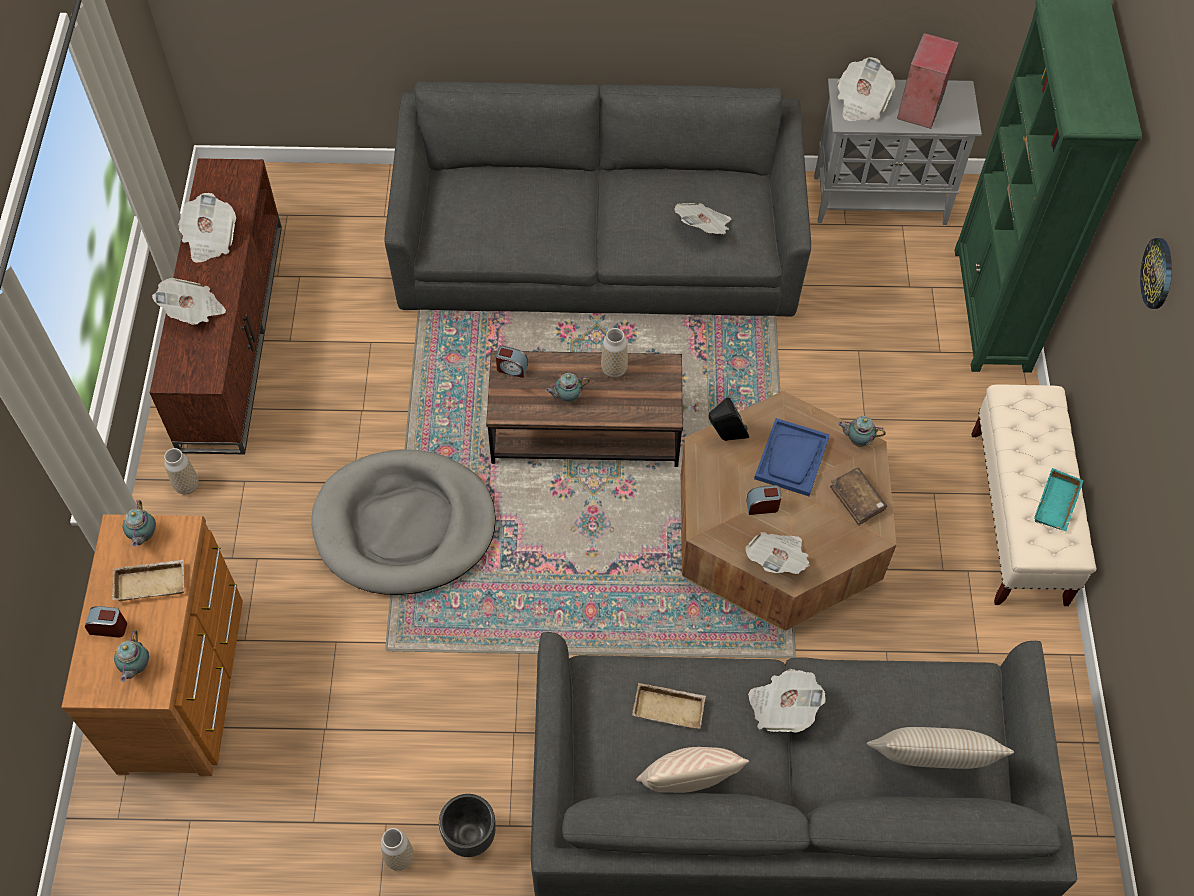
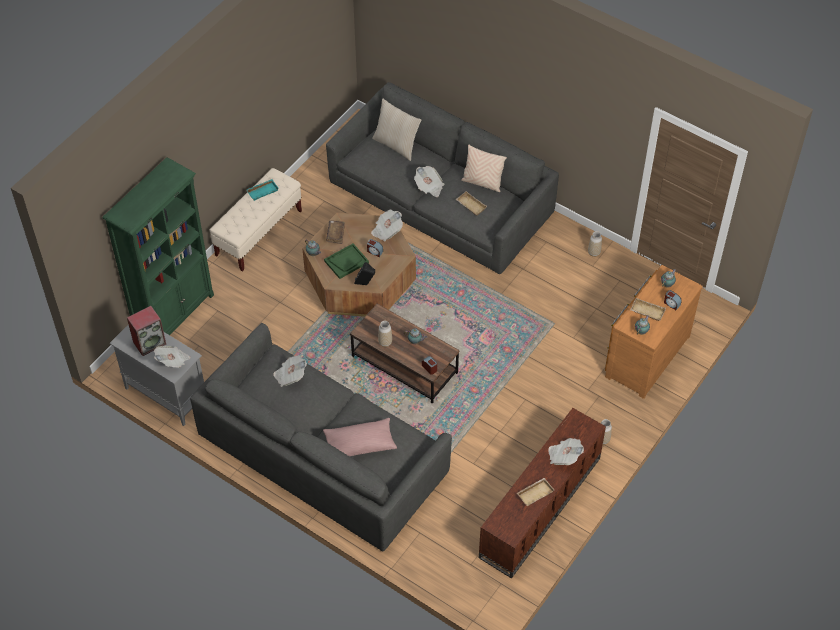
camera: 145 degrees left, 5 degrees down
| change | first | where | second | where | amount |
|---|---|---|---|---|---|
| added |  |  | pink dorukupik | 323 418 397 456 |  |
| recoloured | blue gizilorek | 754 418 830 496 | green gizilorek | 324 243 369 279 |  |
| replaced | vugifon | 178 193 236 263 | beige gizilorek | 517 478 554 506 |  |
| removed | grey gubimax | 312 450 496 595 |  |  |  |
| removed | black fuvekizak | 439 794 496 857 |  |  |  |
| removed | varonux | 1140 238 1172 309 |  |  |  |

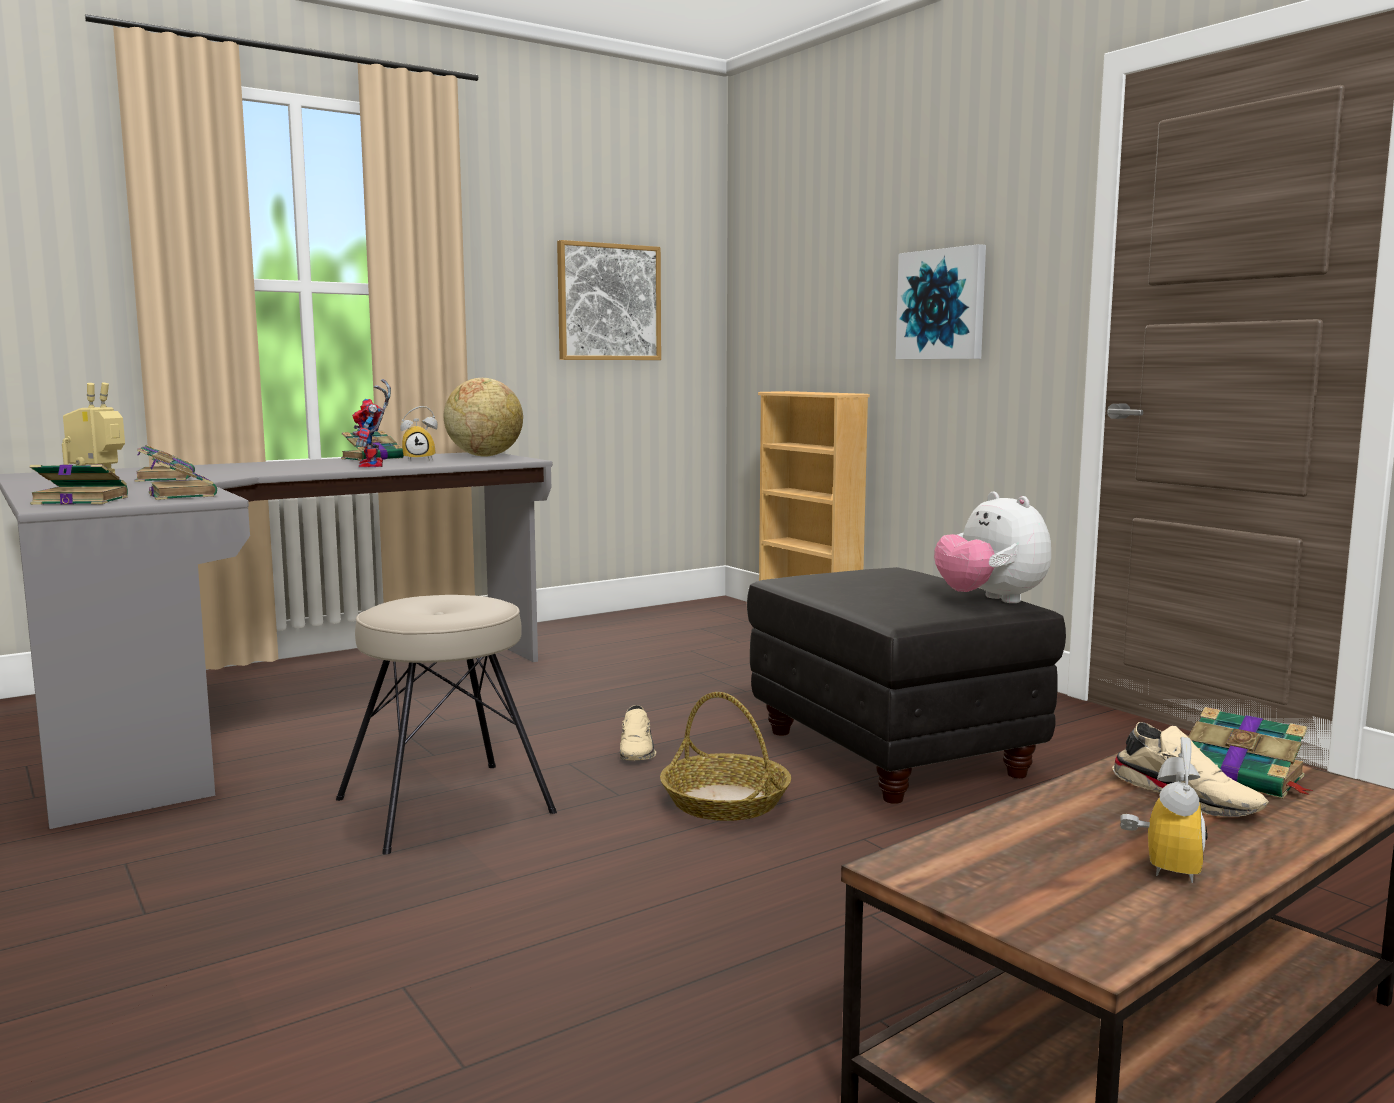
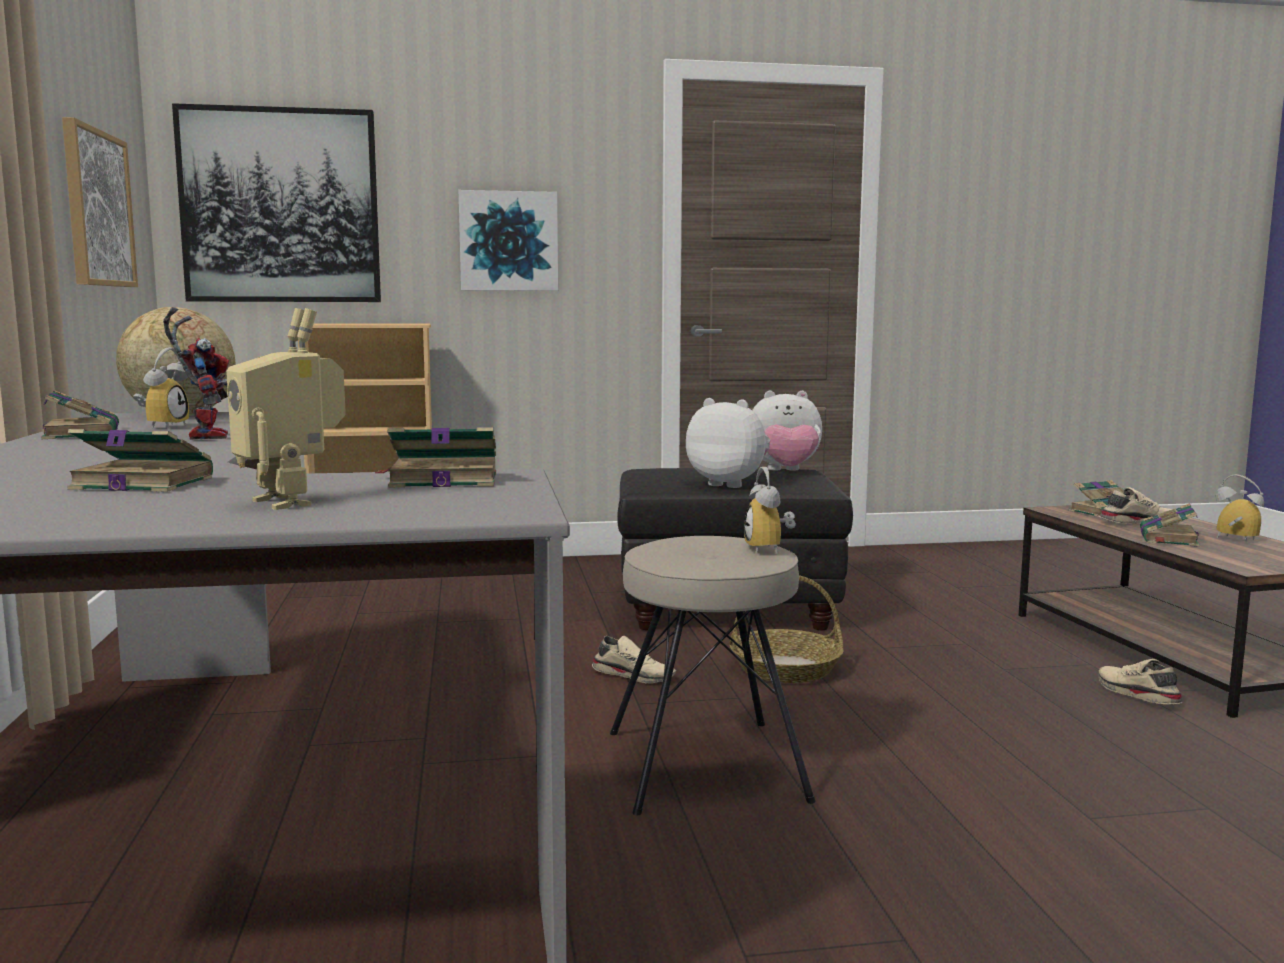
camera: 65 degrees left, 0 degrees up
| change | first | where | second | where | amount |
|---|---|---|---|---|---|
| turned | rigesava | 352 379 391 468 |  | 163 307 229 440 | 120 degrees counterclockwise |
| added |  |  | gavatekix | 172 103 381 302 |  |
| added |  |  | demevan | 686 398 770 488 |  |
| added |  |  | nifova | 744 467 796 554 |  |
| added |  |  | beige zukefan | 1098 659 1182 704 |  |
| moved | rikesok | 30 464 128 505 |  | 1140 503 1200 547 |  |

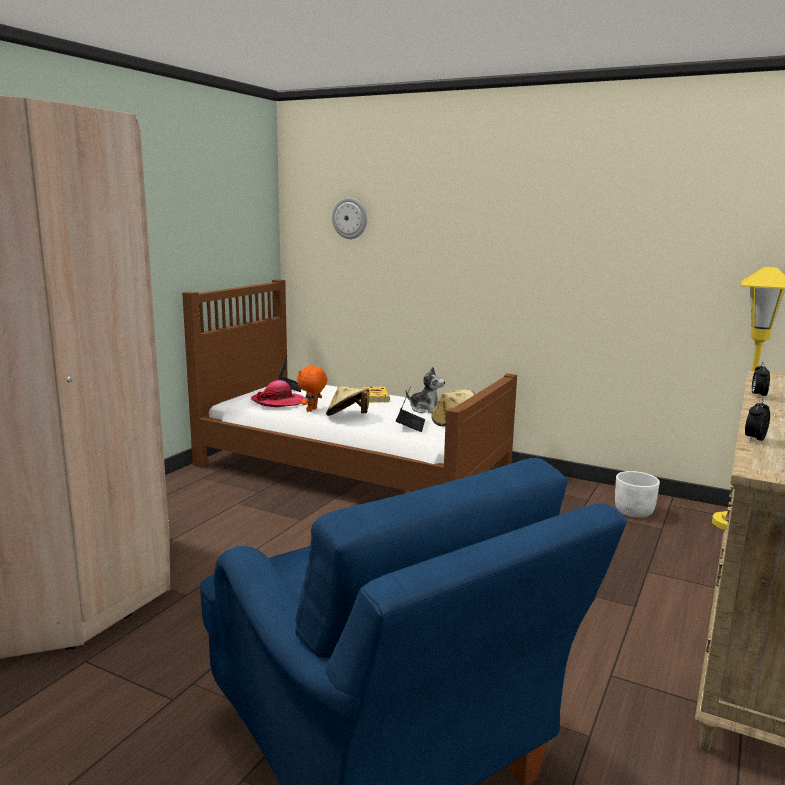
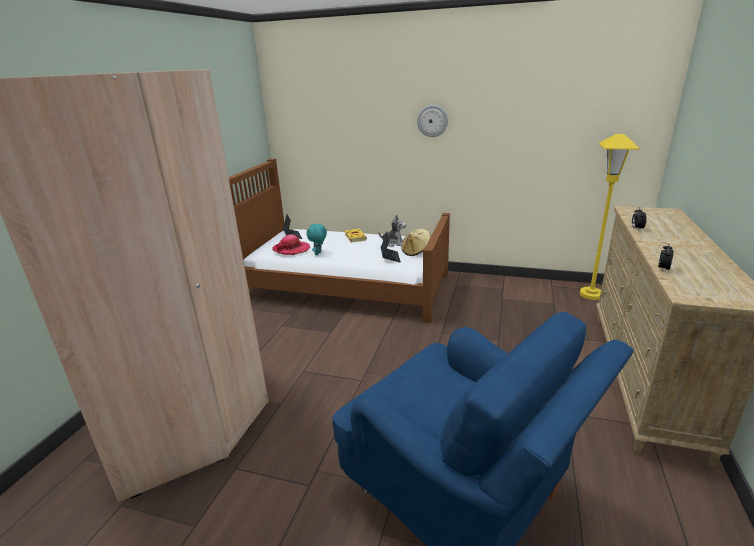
camera: 10 degrees left, 10 degrees up
| change | first | where | second | where | amount |
|---|---|---|---|---|---|
| recoloured | orange demevan | 297 366 327 412 | turquoise demevan | 306 223 327 255 |  |
| moved | varonux | 332 197 367 239 |  | 417 105 448 137 |  |
| removed | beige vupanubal | 326 386 369 416 |  |  |  |
| removed | white fuvekizak | 615 471 660 518 |  |  |  |

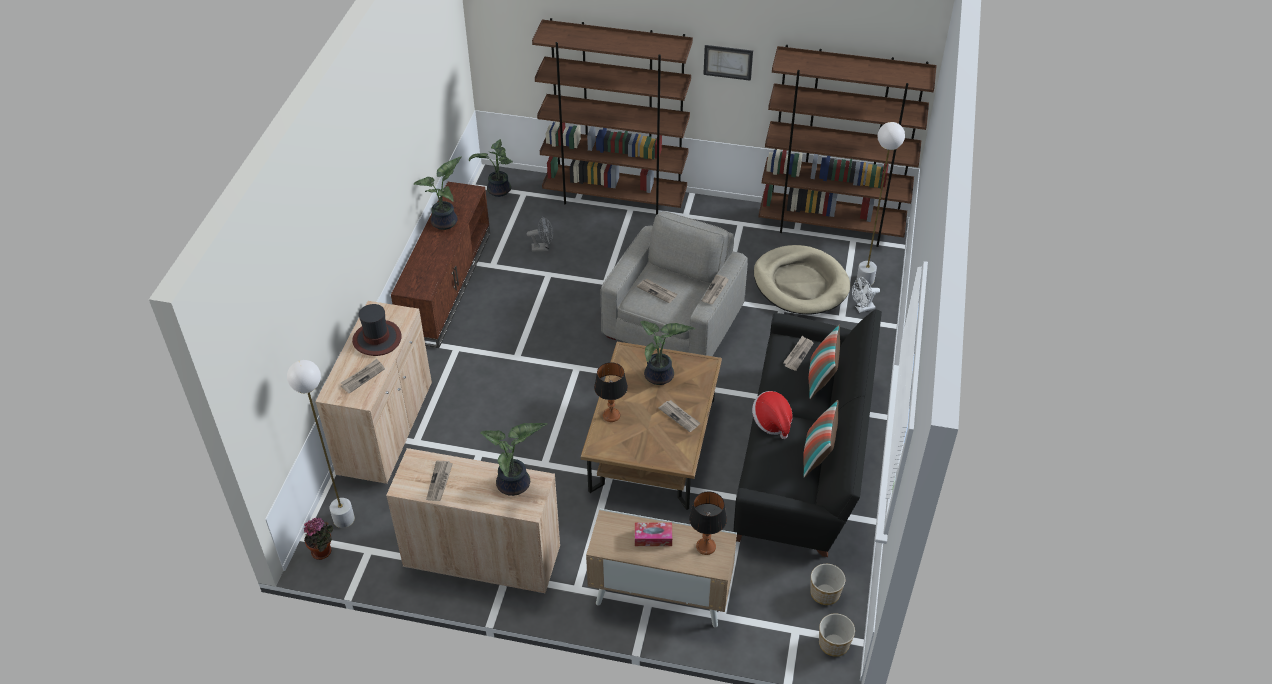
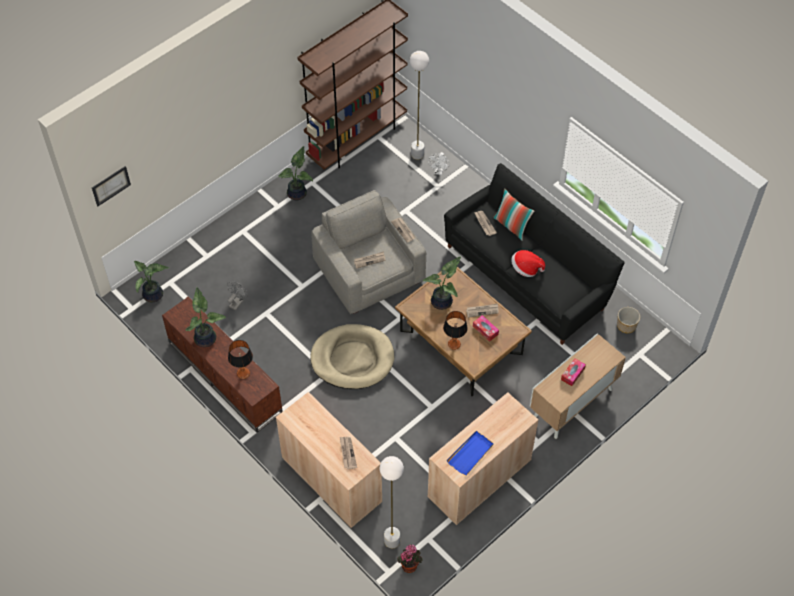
camera: 55 degrees left, 10 degrees up
| change | first | where | second | where | amount |
|---|---|---|---|---|---|
| moved | gavatekix | 703 45 753 81 |  | 92 166 131 206 |  |
| moved | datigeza | 689 491 727 555 |  | 228 340 253 379 |  |
| moved | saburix | 480 423 547 496 |  | 278 146 313 200 |  |
| moved | beige gubimax | 754 245 850 315 |  | 310 324 394 389 |  |
| replaced | vugifon | 426 460 453 501 | blue gizilorek | 446 431 494 476 |  |
| added |  |  | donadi | 473 315 499 342 |  |
| removed | vupanubal | 352 304 401 356 |  |  |  |
| removed | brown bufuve | 532 18 693 215 |  |  |  |
| removed | dorukupik | 803 400 838 478 |  |  |  |
| removed | fuvekizak | 819 613 855 657 |  |  |  |

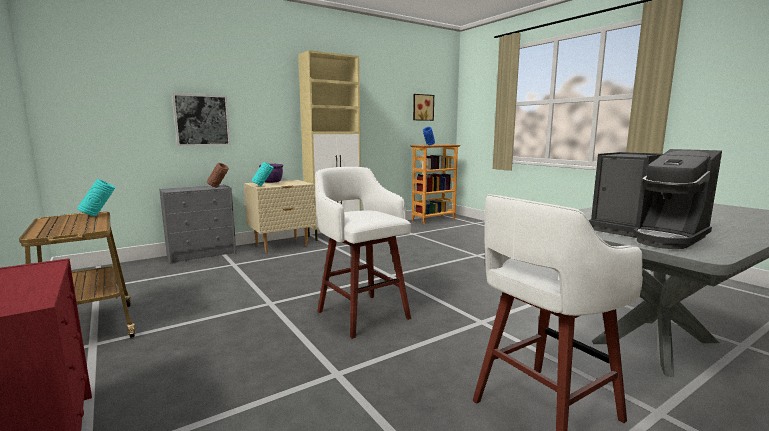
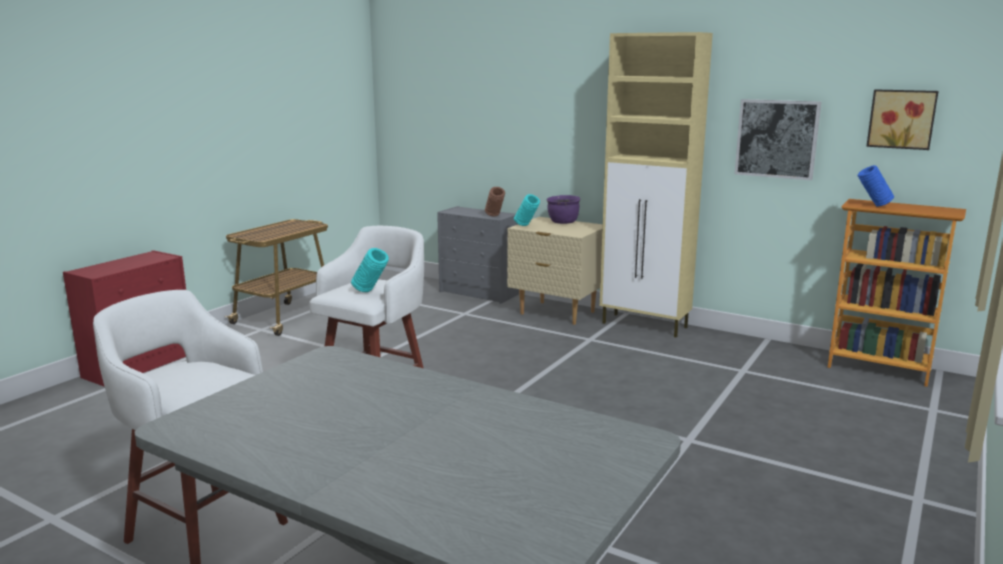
camera: 65 degrees right, 5 degrees up
| change | first | where | second | where | amount |
|---|---|---|---|---|---|
| moved | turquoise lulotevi | 77 179 115 217 |  | 351 248 389 292 |  |
| moved | gavatekix | 172 93 230 146 |  | 735 99 821 180 |  |
| removed | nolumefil | 589 149 722 249 |  |  |  |

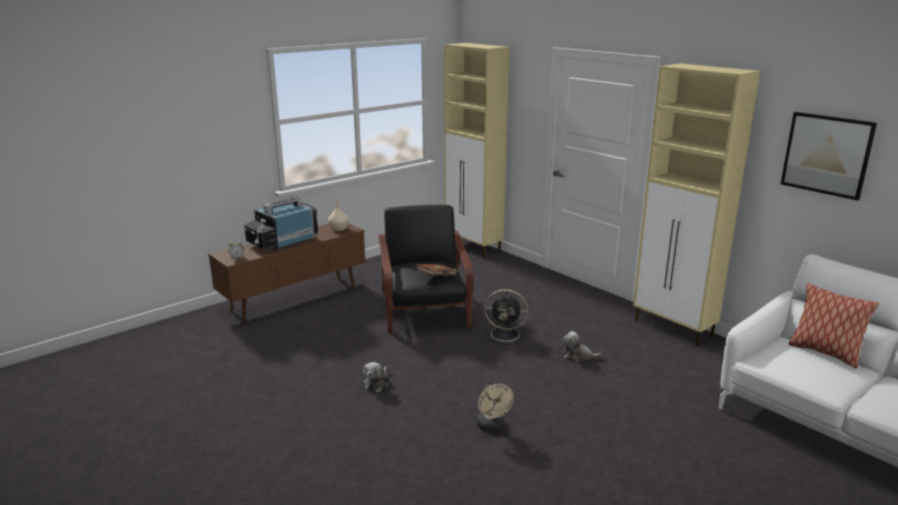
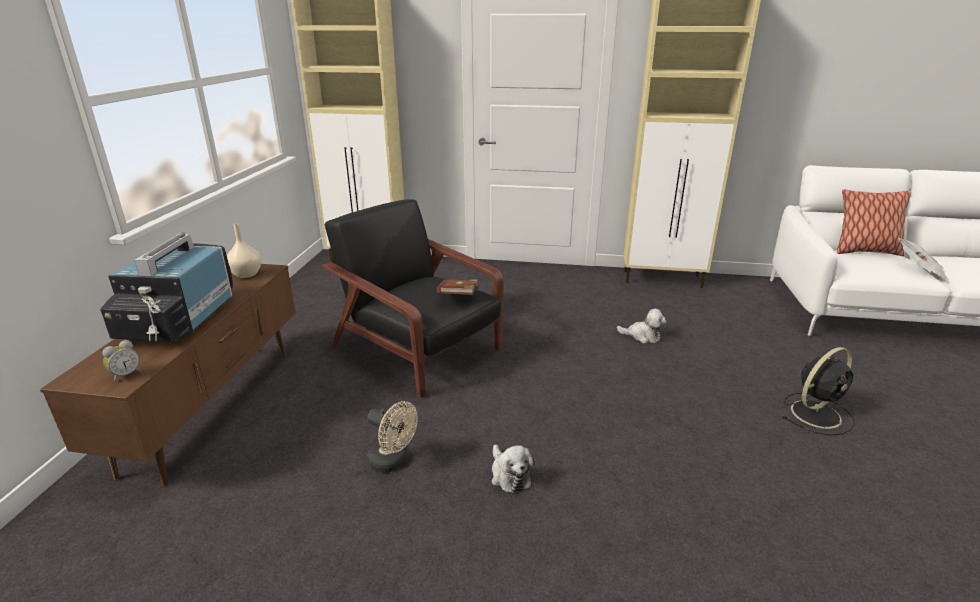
camera: 40 degrees left, 5 degrees up
| change | first | where | second | where | amount |
|---|---|---|---|---|---|
| moved | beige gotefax | 476 383 514 432 |  | 367 401 418 473 |  |
| turned | demevan | 563 331 602 362 |  | 617 309 667 344 | 135 degrees counterclockwise |
| moved | black gotefax | 484 289 528 345 |  | 782 347 855 435 |  |
| added |  |  | vugifon | 898 238 948 280 |  |
| removed | gavatekix | 781 112 877 201 |  |  |  |

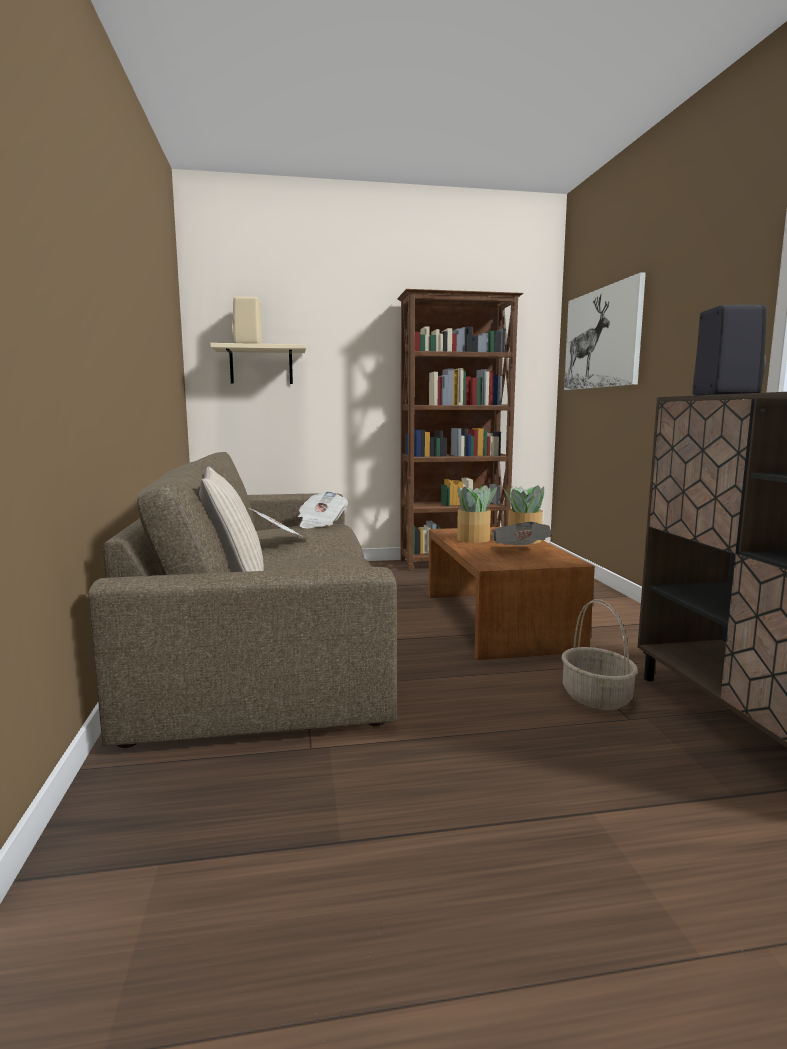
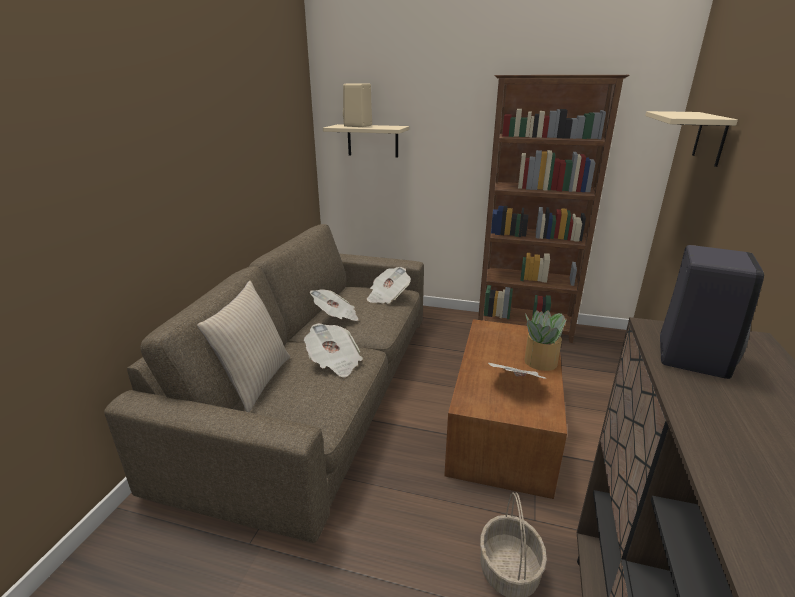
camera: 25 degrees right, 15 degrees up
| change | first | where | second | where | amount |
|---|---|---|---|---|---|
| added |  |  | vugifon | 304 323 363 377 |  |
| replaced | gavatekix | 564 272 646 390 | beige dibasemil | 645 111 738 167 |  |
| removed | saburix | 457 485 497 543 |  |  |  |

